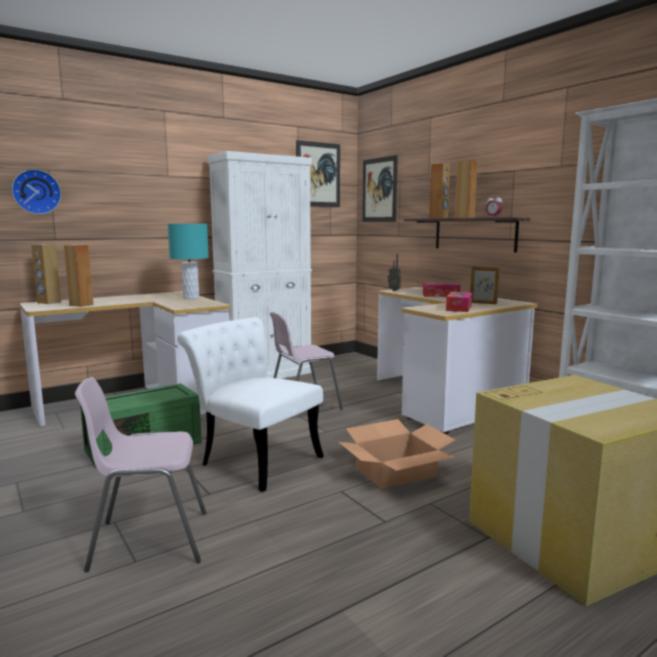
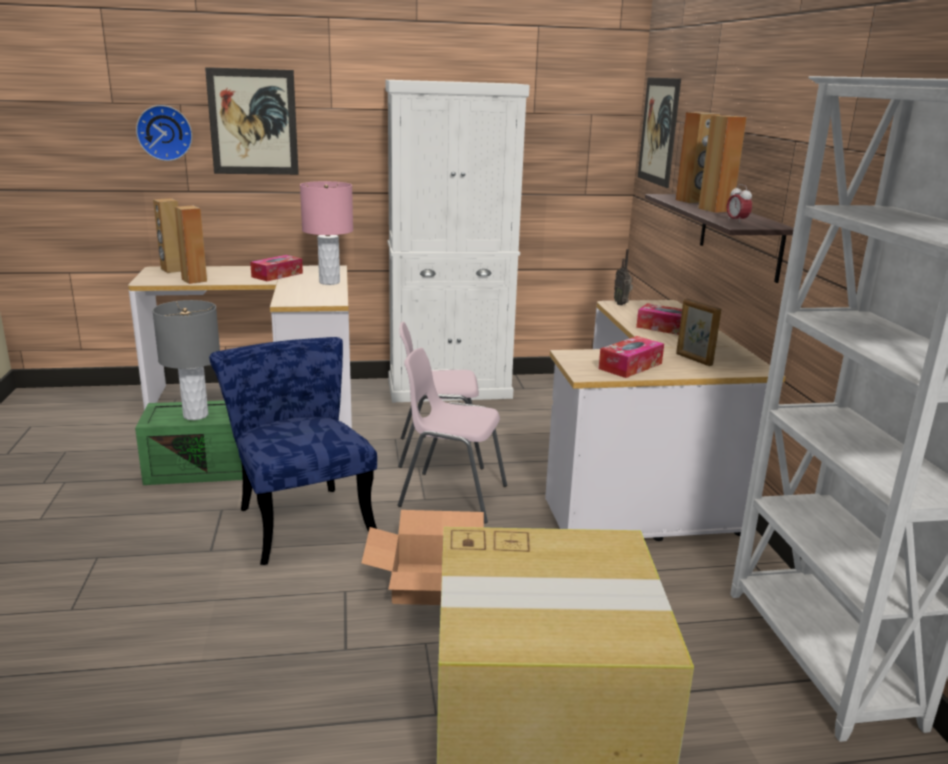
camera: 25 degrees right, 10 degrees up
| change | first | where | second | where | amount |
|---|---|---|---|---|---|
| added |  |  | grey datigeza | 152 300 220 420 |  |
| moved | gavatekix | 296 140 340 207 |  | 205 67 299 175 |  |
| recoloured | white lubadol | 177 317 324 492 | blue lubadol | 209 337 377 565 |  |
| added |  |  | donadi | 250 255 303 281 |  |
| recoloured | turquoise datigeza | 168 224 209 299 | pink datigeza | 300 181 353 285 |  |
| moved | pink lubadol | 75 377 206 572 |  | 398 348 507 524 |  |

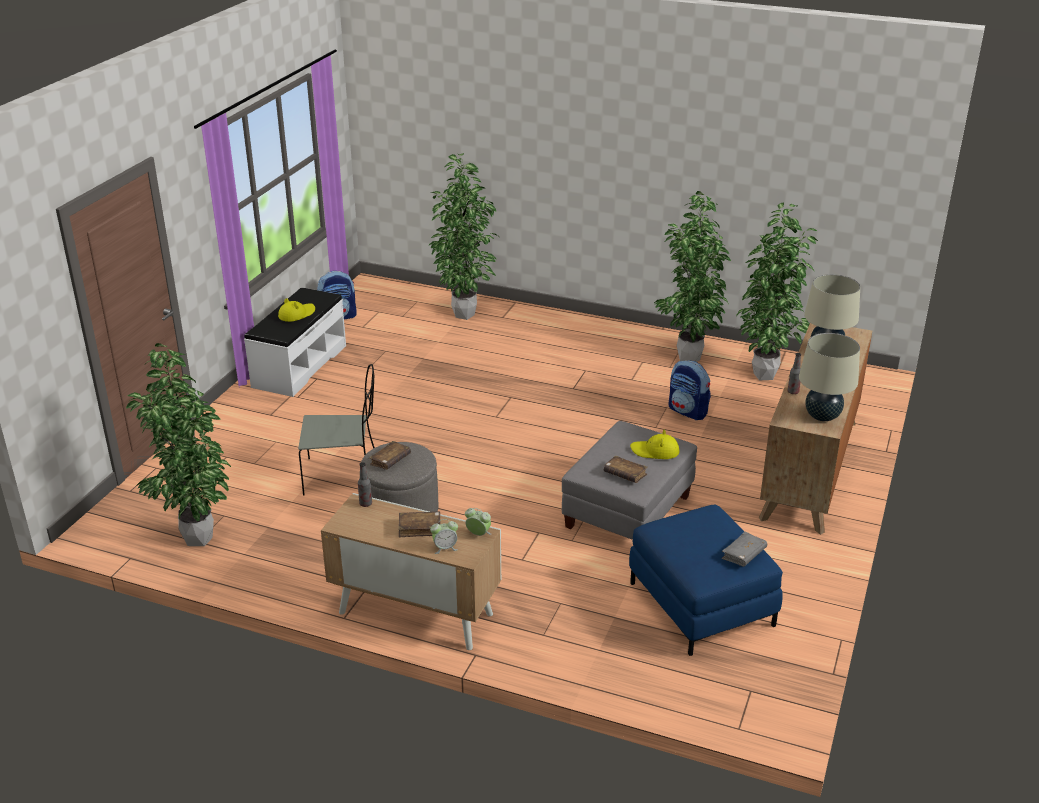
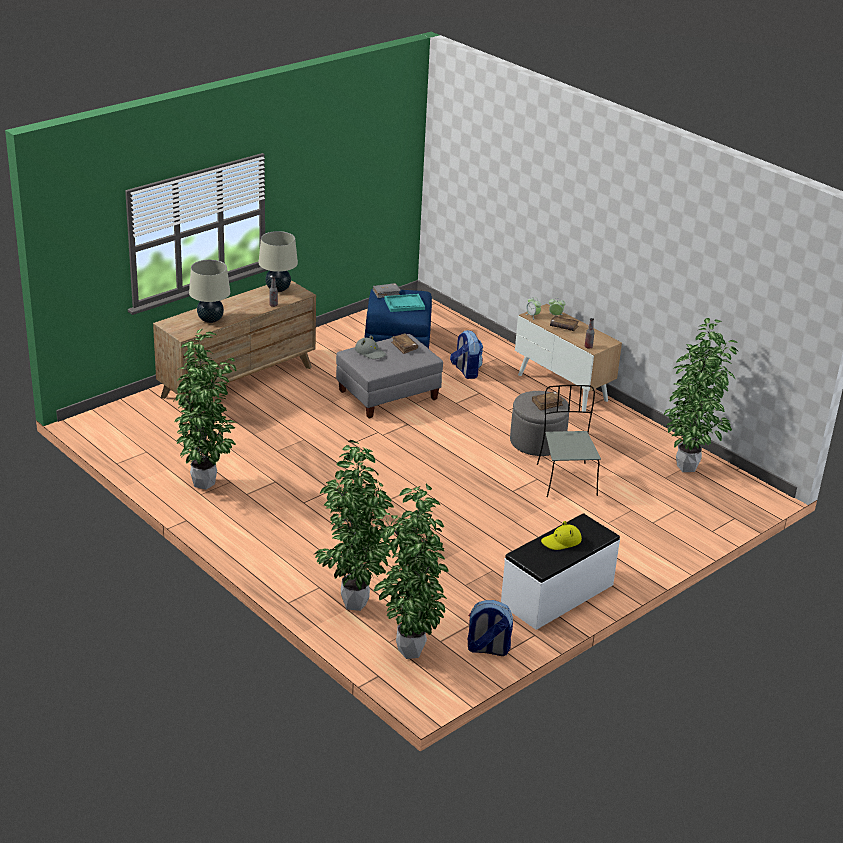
camera: 155 degrees left, 0 degrees up
| change | first | where | second | where | amount |
|---|---|---|---|---|---|
| recoloured | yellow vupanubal | 630 429 679 459 | grey vupanubal | 355 335 386 359 |  |
| moved | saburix | 736 203 818 380 |  | 373 484 449 659 |  |
| added |  |  | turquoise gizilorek | 384 294 425 312 |  |
| moved | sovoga | 669 360 711 420 |  | 450 330 483 379 |  |
| turned | grey lubadol | 298 364 375 495 |  | 537 385 601 497 | 60 degrees clockwise |

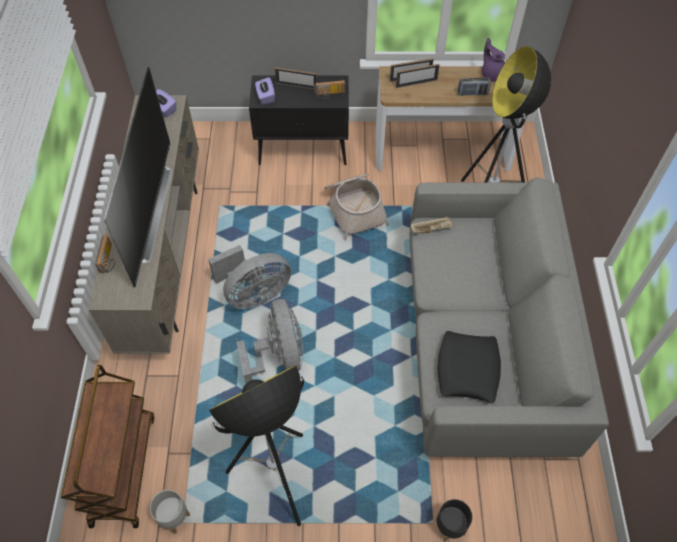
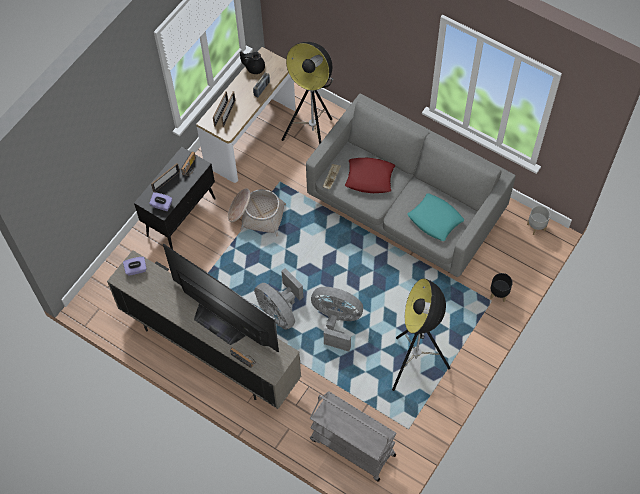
camera: 55 degrees left, 5 degrees up
| change | first | where | second | where | amount |
|---|---|---|---|---|---|
| recoloured | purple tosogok | 482 38 506 82 | black tosogok | 240 52 265 74 |  |
| turned | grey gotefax | 208 245 291 309 |  | 254 268 303 330 | 135 degrees clockwise |
| recoloured | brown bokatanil | 61 365 154 528 | grey bokatanil | 310 391 397 482 |  |
| added |  |  | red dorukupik | 345 158 395 193 |  |
| recoloured | black dorukupik | 438 331 501 404 | turquoise dorukupik | 407 193 464 241 |  |
| moved | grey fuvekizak | 150 490 190 534 |  | 527 206 550 235 |  |

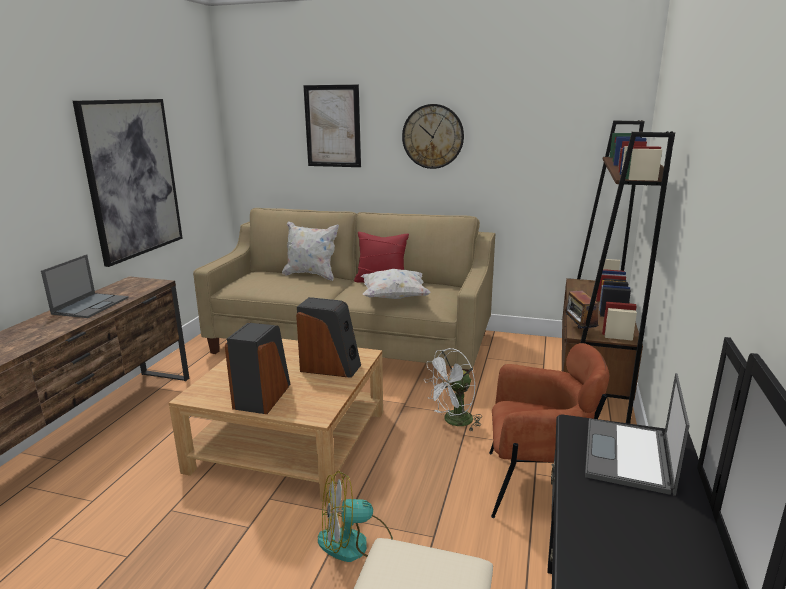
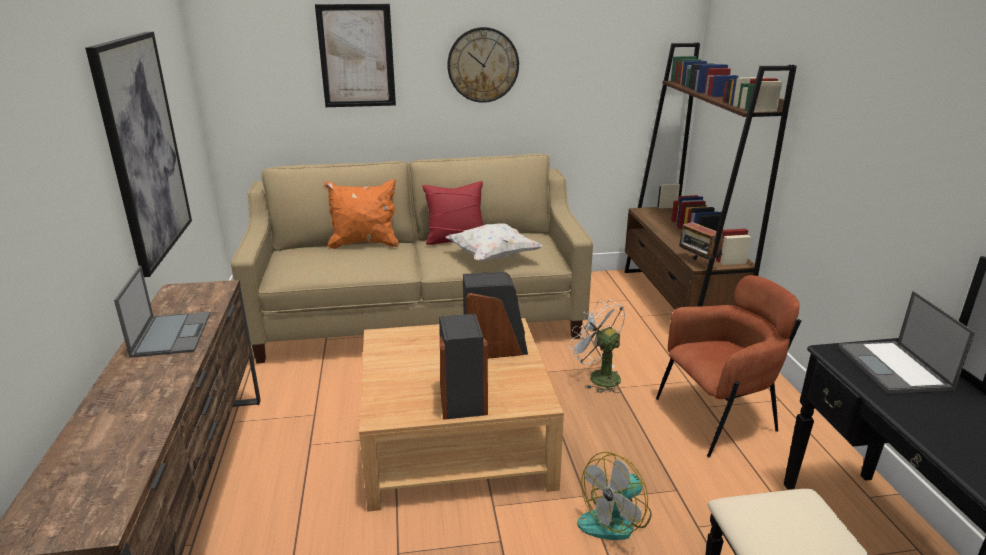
camera: 25 degrees left, 5 degrees up
| change | first | where | second | where | amount |
|---|---|---|---|---|---|
| recoloured | white dorukupik | 282 221 339 281 | orange dorukupik | 324 179 399 249 |  |
| turned | white gotefax | 424 348 482 431 |  | 569 300 625 393 | 105 degrees clockwise |

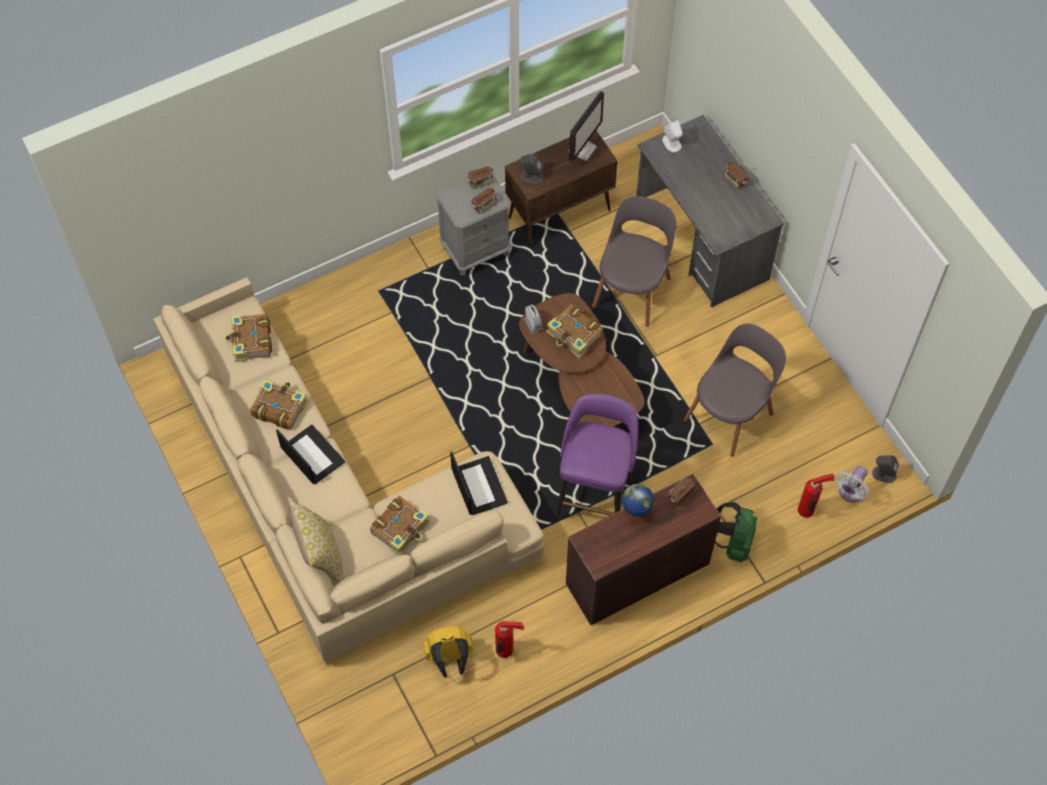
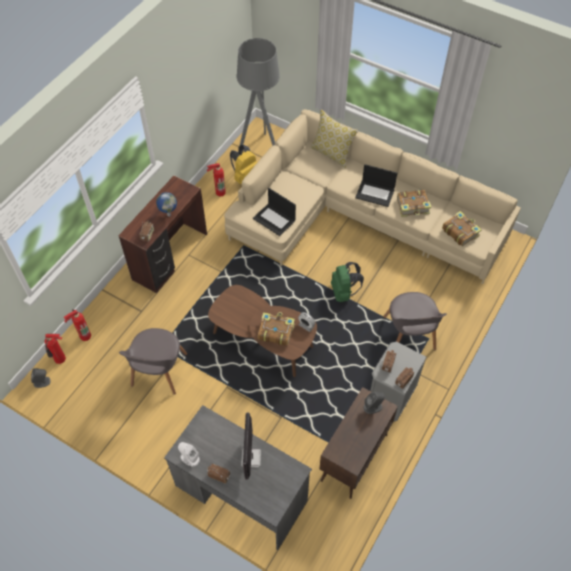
camera: 150 degrees right, 5 degrees down
| change | first | where | second | where | amount |
|---|---|---|---|---|---|
| replaced | white gotefax | 835 466 869 503 | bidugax | 45 334 66 364 |  |
| moved | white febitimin | 662 120 683 152 |  | 178 442 200 467 |  |
| added |  |  | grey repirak | 236 38 280 146 |  |
| moved | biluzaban | 569 91 604 162 |  | 241 412 261 479 |  |
| moved | green sovoga | 715 502 757 563 |  | 331 262 364 302 |  |
| moved | grey lubadol | 592 196 676 327 |  | 383 292 447 350 |  |
| removed | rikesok | 370 496 430 555 |  |  |  |
| removed | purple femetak | 555 394 638 522 |  |  |  |

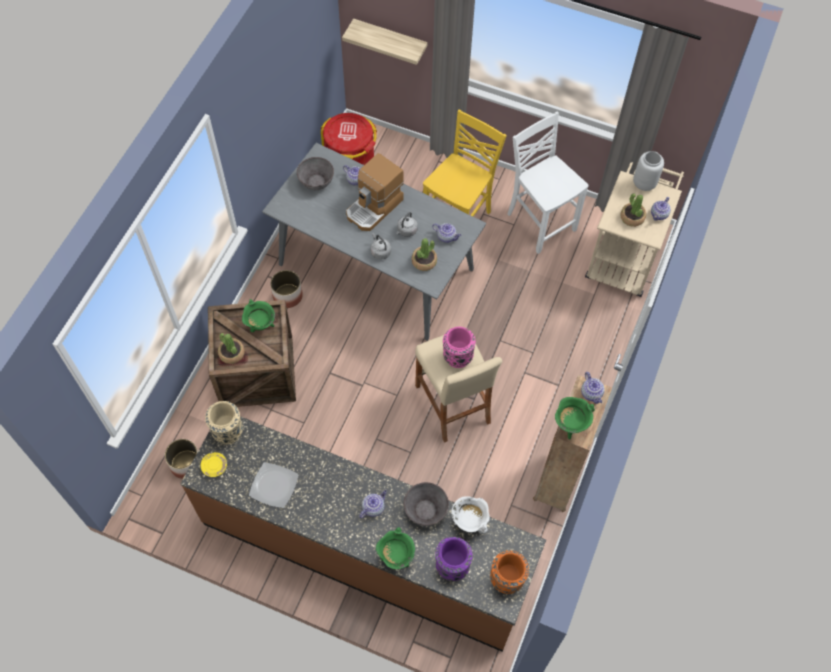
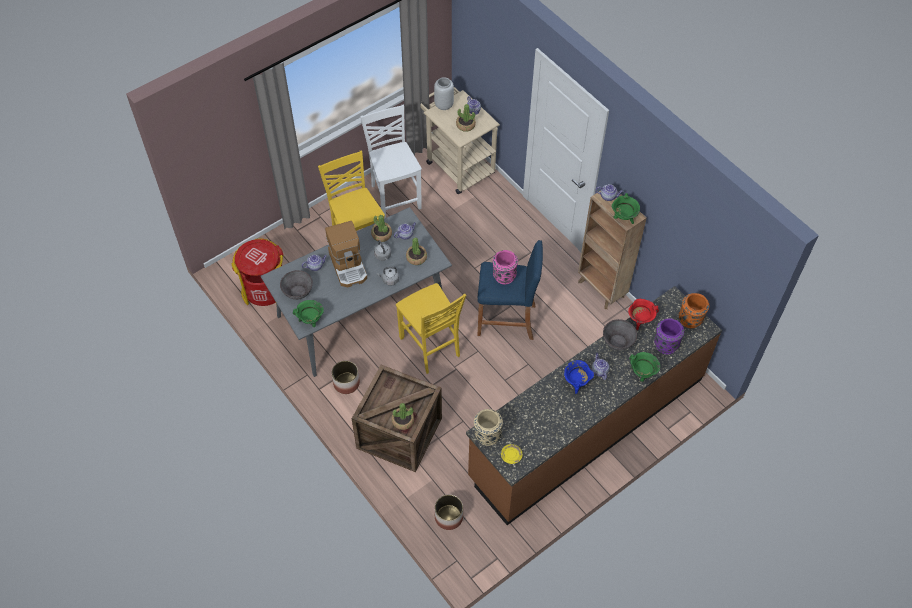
camera: 60 degrees left, 5 degrees down
| change | first | where | second | where | amount |
|---|---|---|---|---|---|
| moved | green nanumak | 242 299 275 332 |  | 293 300 324 327 |  |
| turned | white lubadol | 507 111 589 254 |  | 360 105 422 219 | 75 degrees clockwise |
| added |  |  | saburix | 371 215 392 242 |  |
| added |  |  | yellow lubadol | 396 283 466 374 |  |
| recoloured | beige femetak | 415 335 502 443 | blue femetak | 478 240 543 340 |  |
| added |  |  | blue nanumak | 564 360 594 394 |  |
| recoloured | white nanumak | 451 496 490 534 | red nanumak | 628 299 659 330 |  |
| removed | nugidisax | 249 462 299 508 |  |  |  |
| removed | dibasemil | 342 19 428 65 |  |  |  |

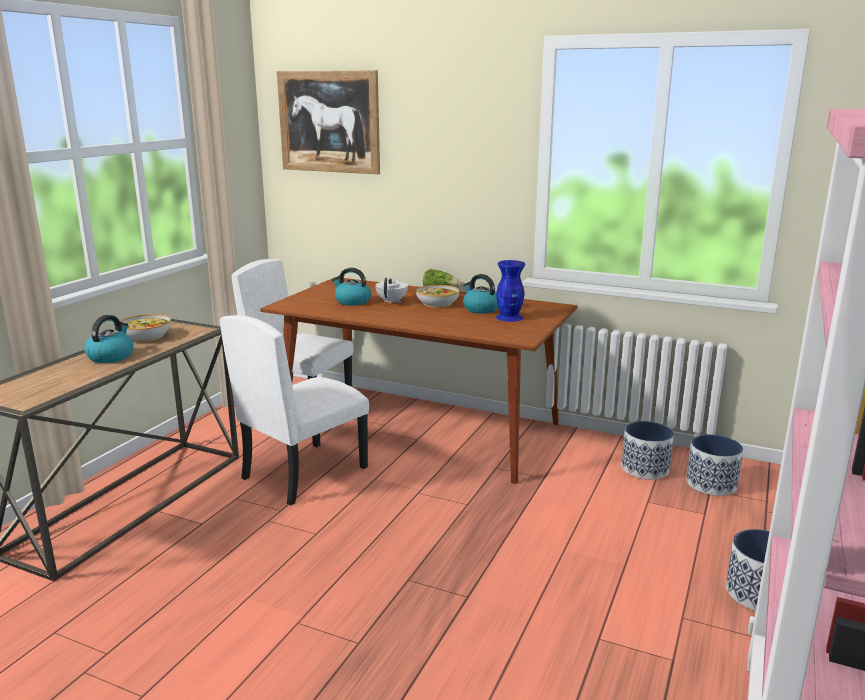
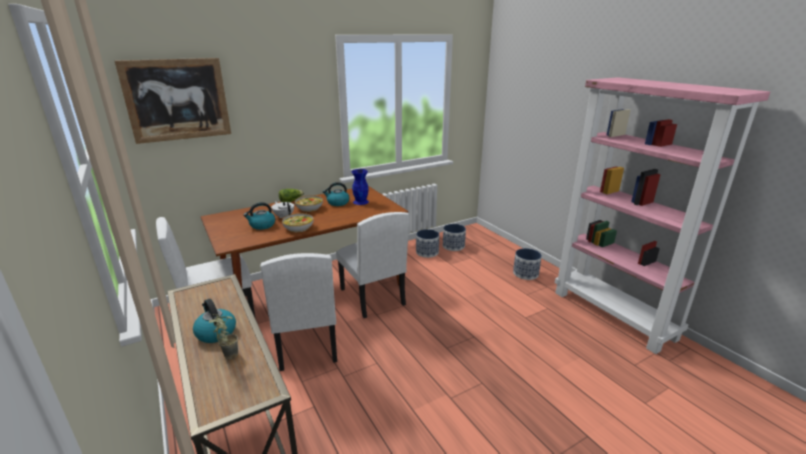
camera: 55 degrees left, 5 degrees up
| change | first | where | second | where | amount |
|---|---|---|---|---|---|
| added |  |  | saburix | 209 314 238 359 |  |
| moved | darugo | 120 314 171 342 |  | 282 213 314 232 |  |
| added |  |  | white lubadol | 336 212 409 318 |  |

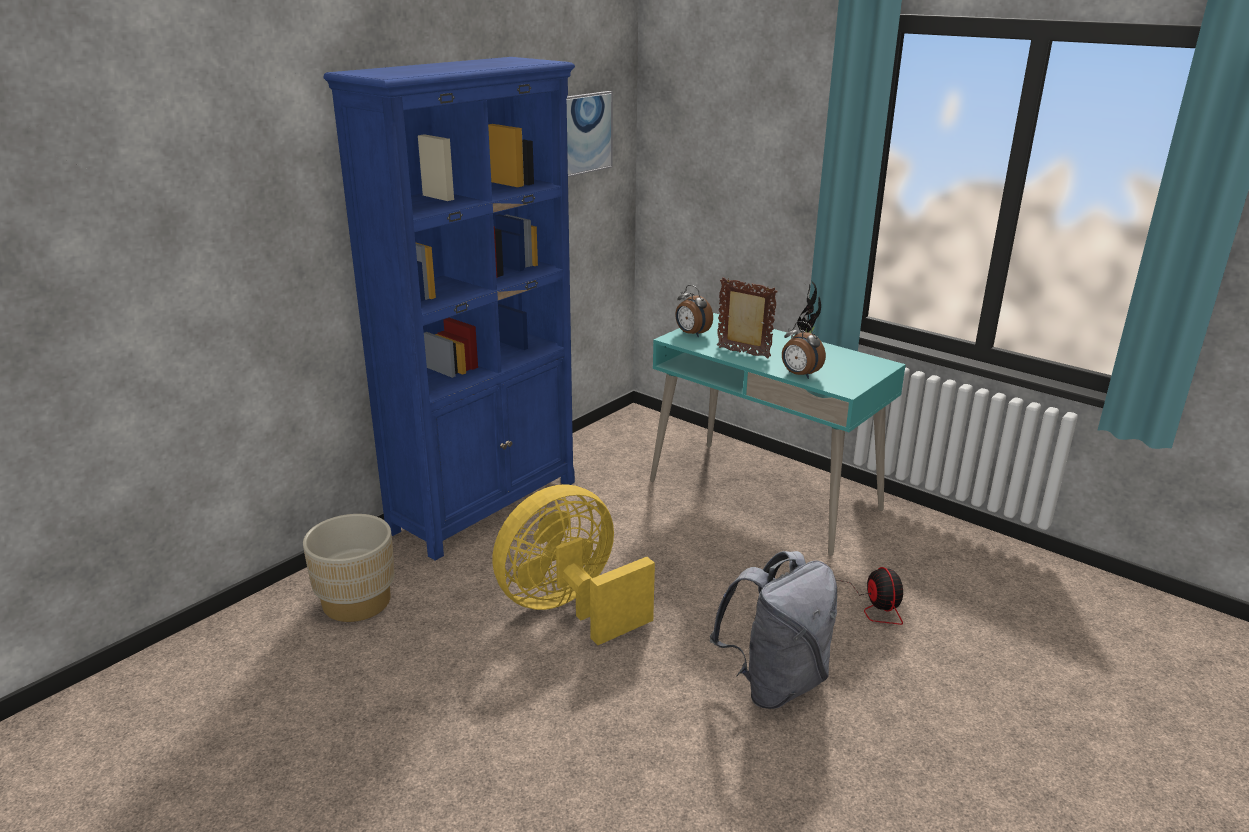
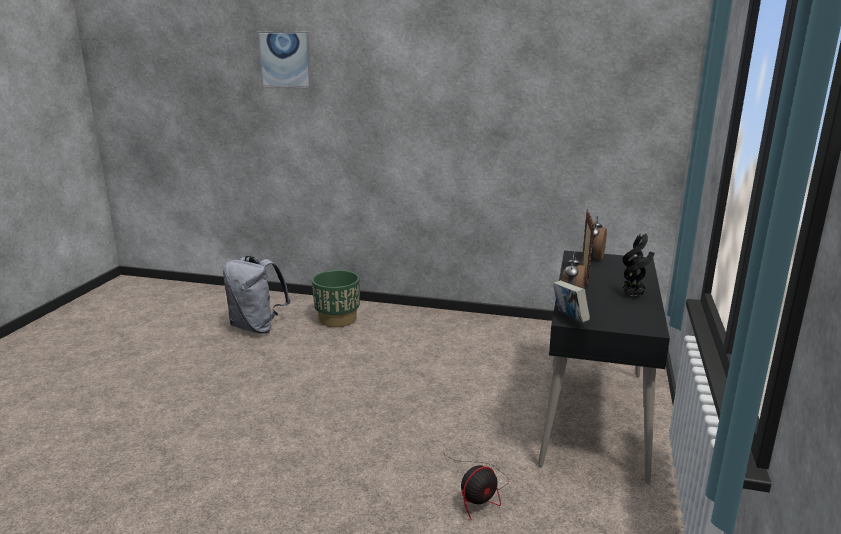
camera: 65 degrees right, 5 degrees down
| change | first | where | second | where | amount |
|---|---|---|---|---|---|
| moved | grey sovoga | 710 551 837 709 |  | 223 256 291 334 |  |
| moved | gavatekix | 567 91 613 177 |  | 257 32 312 89 |  |
| recoloured | beige fuvekizak | 303 514 395 622 | green fuvekizak | 312 270 360 327 |  |
| recoloured | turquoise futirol | 650 313 906 556 | black futirol | 538 251 670 484 |  |
| added |  |  | rikesok | 553 280 590 322 |  |
| removed | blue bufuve | 323 57 575 561 |  |  |  |
| removed | yellow gotefax | 492 484 655 645 |  |  |  |

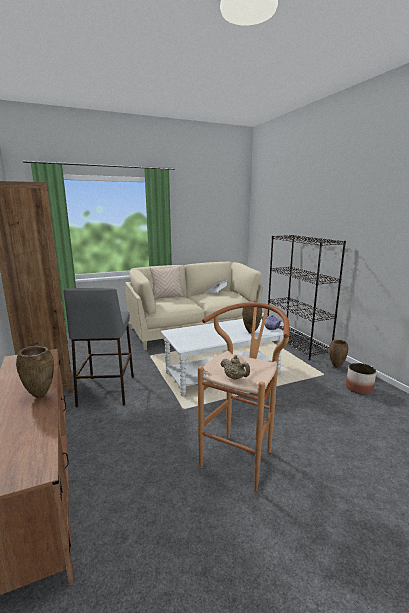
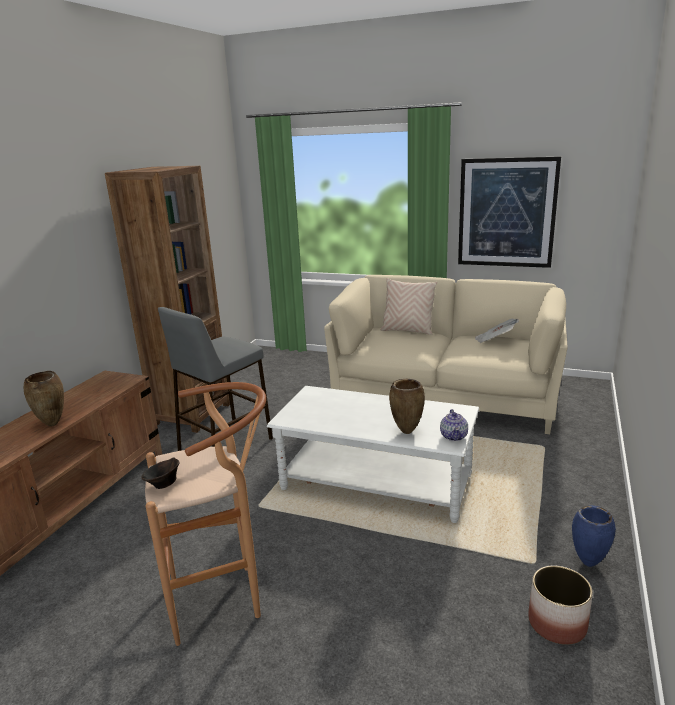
camera: 45 degrees right, 5 degrees up
| change | first | where | second | where | amount |
|---|---|---|---|---|---|
| replaced | beige tosogok | 221 355 250 380 | brown darugo | 142 458 179 489 |  |
| added |  |  | gavatekix | 458 157 561 268 |  |
| recoloured | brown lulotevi | 329 340 348 368 | blue lulotevi | 572 505 616 567 |  |
| removed | black bufuve | 267 235 346 360 |  |  |  |

